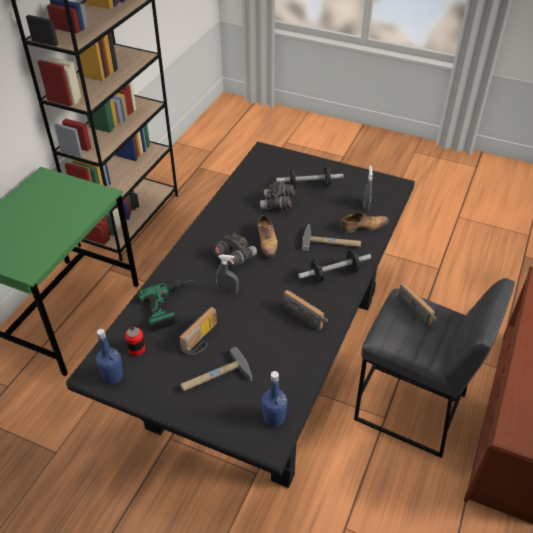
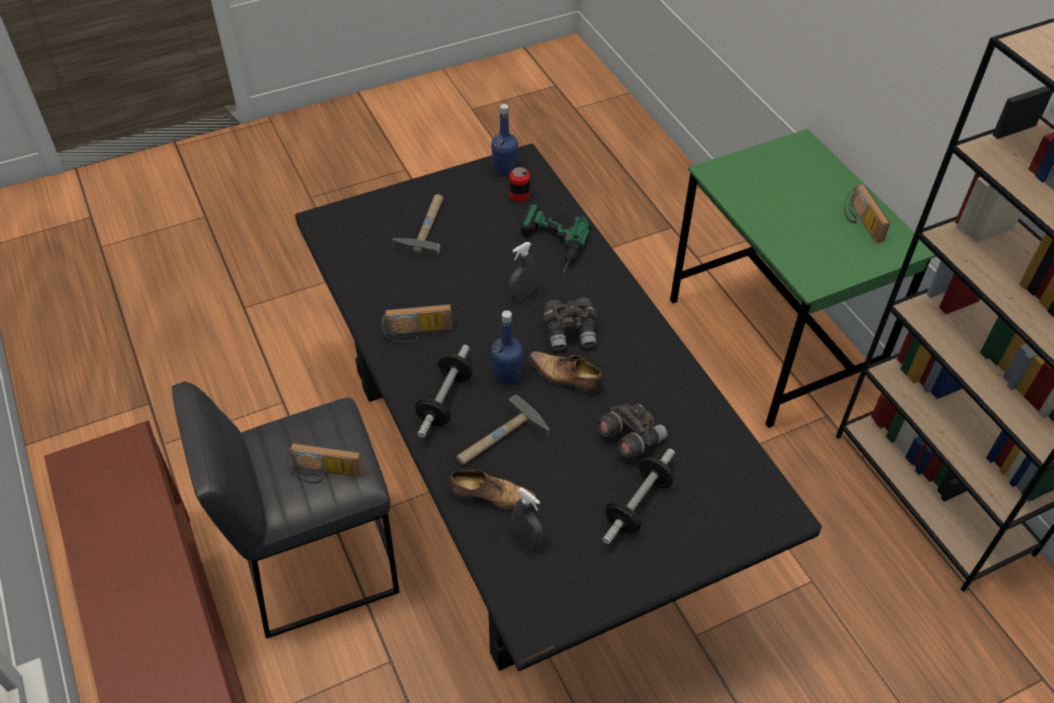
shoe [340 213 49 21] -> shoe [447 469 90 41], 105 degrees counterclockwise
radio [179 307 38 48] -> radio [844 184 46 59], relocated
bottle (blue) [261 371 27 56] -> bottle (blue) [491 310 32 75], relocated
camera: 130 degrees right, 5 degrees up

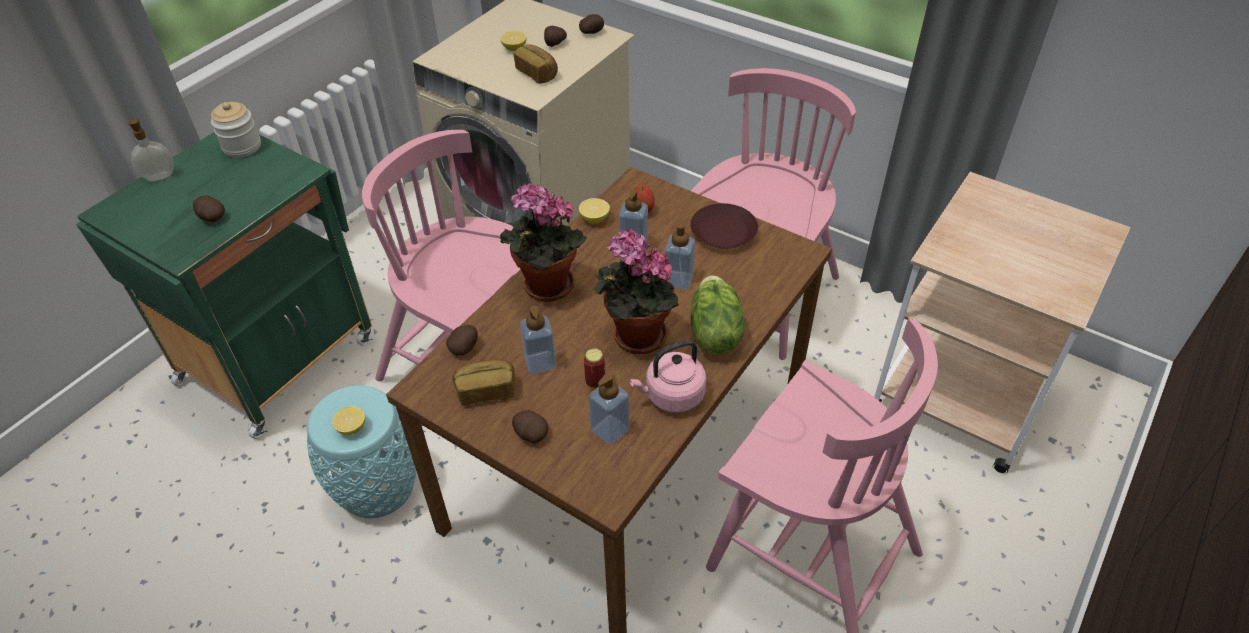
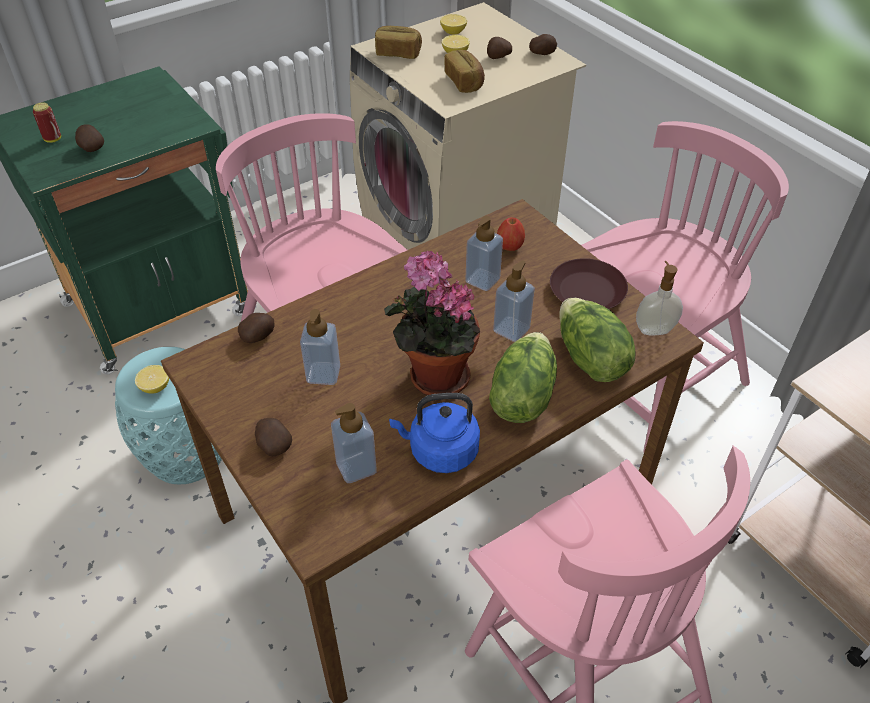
jar [211 102 50 56] -> none
soap dispenser [128 117 46 64] -> soap dispenser [636 261 47 74], relocated
potted plant [500 183 87 119] -> none
lemon [579 198 31 26] -> lemon [440 14 27 21], relocated
kettle (pink) [630 340 76 73] -> kettle (blue) [389 393 91 80]
can [584 349 22 40] -> can [33 102 28 41], relocated
bread [452 359 63 47] -> bread [375 26 47 33], relocated
none -> lettuce [559 298 76 84]
camera: 20 degrees right, 0 degrees up

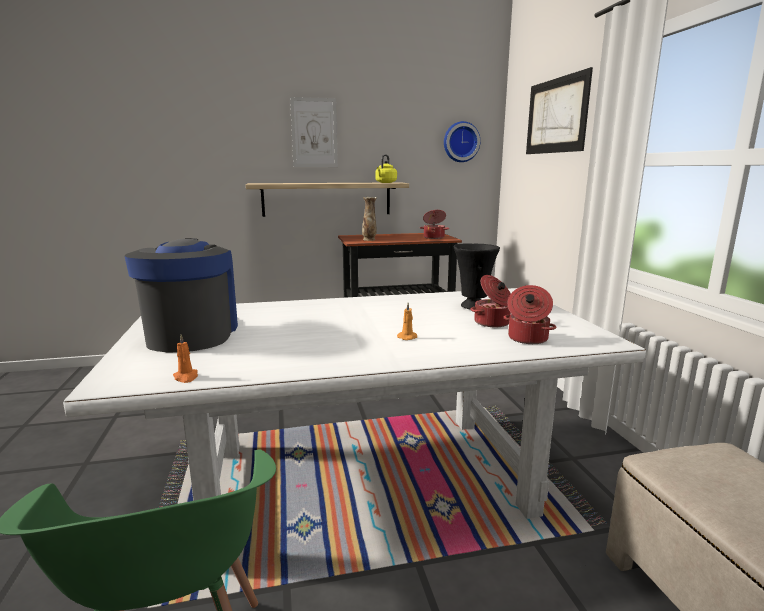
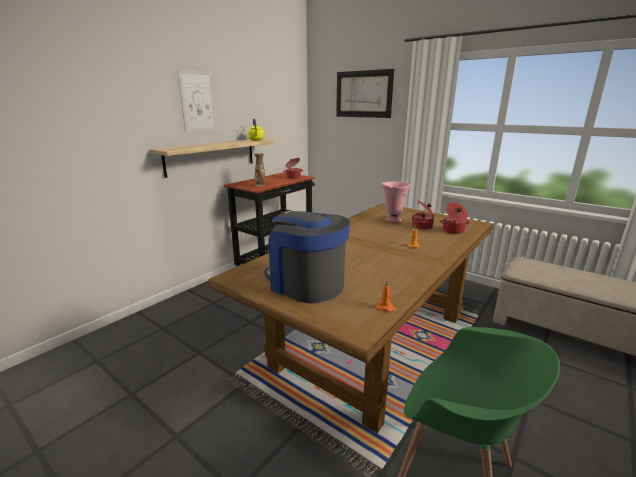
wall clock [444 121 37 41] -> none
vase (black) [453 244 47 66] -> vase (pink) [382 181 28 41]
dining table (white) [63 288 583 231] -> dining table (brown) [208 204 286 229]
camera: 40 degrees left, 5 degrees up

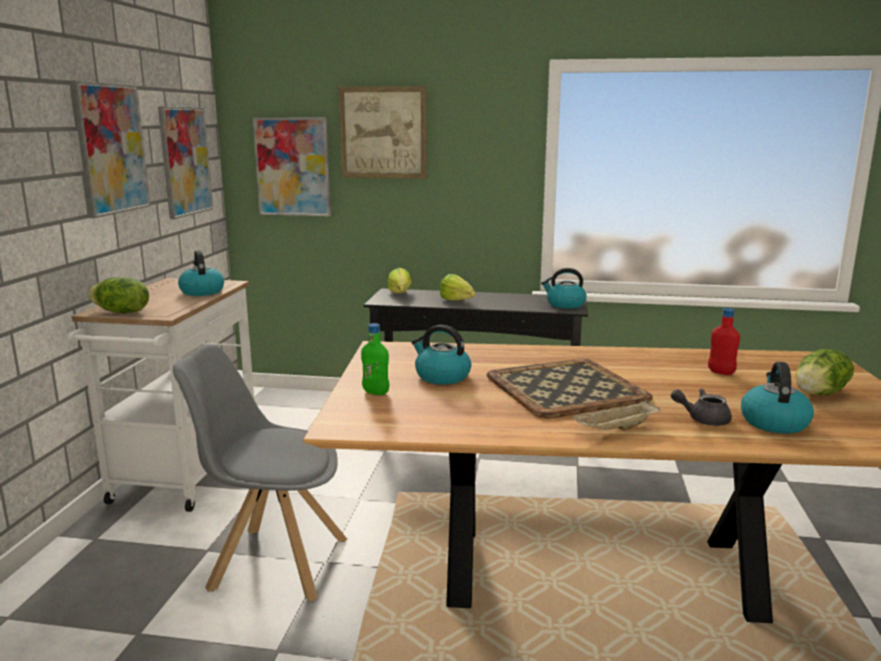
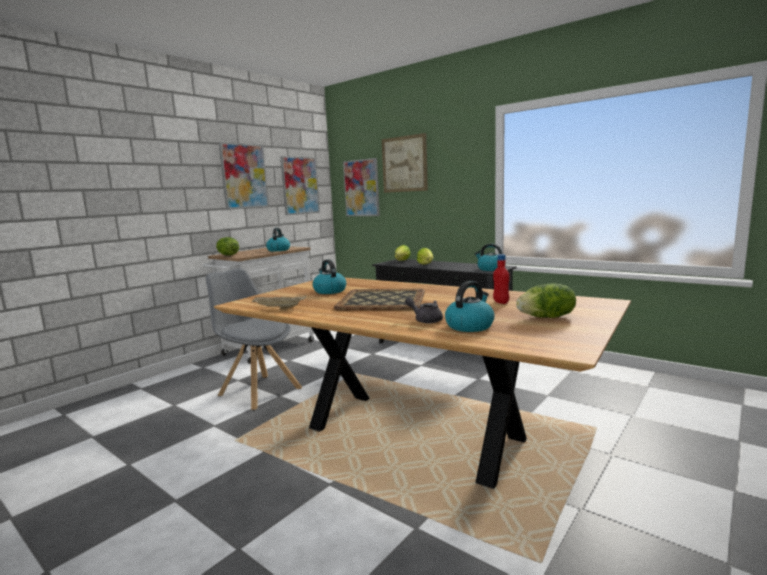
bottle (green) [361 323 28 72] -> none
tray (beige) [572 400 88 31] -> tray (beige) [252 295 54 14], relocated
camera: 30 degrees right, 5 degrees down

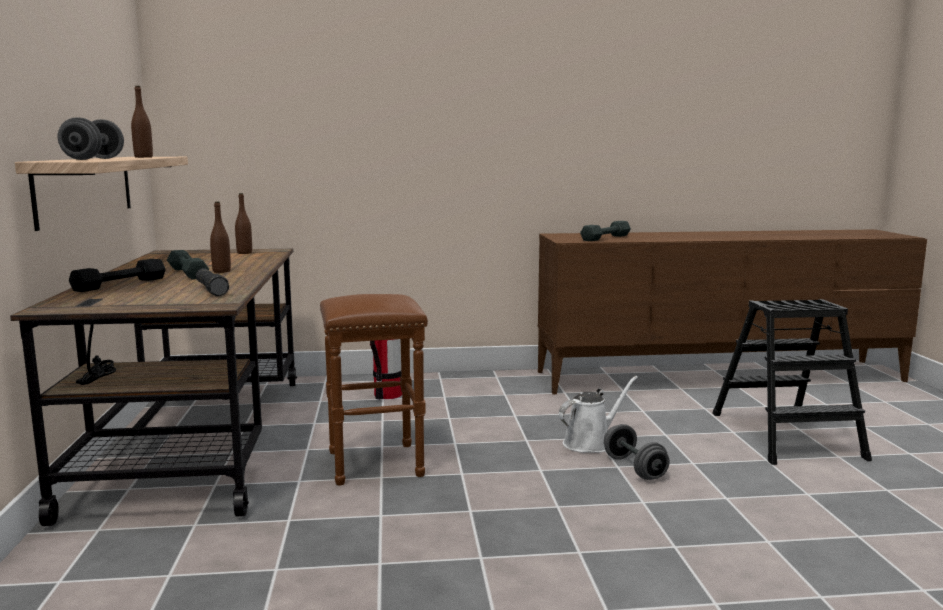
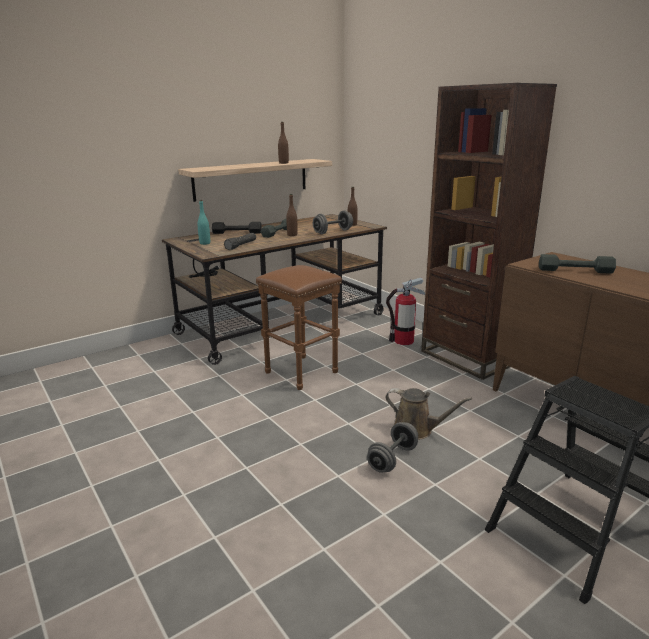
dumbbell (grey) [58 117 66 43] -> dumbbell (grey) [313 211 40 23], relocated
watering can (white) [559 376 79 77] -> watering can (brown) [385 388 87 52]
none -> bookcase (brown) [421 83 136 297]
none -> bottle (turquoise) [198 200 12 45]
camera: 60 degrees right, 10 degrees up

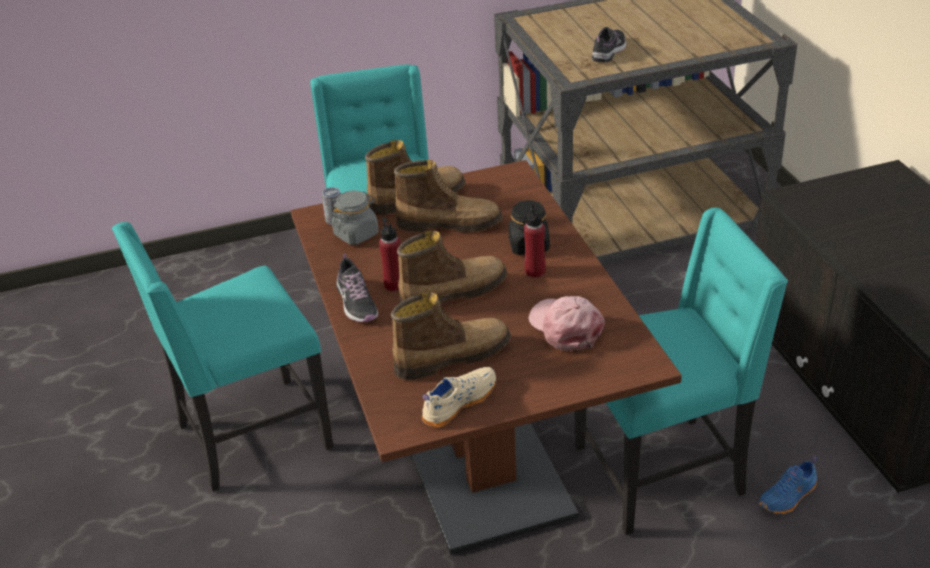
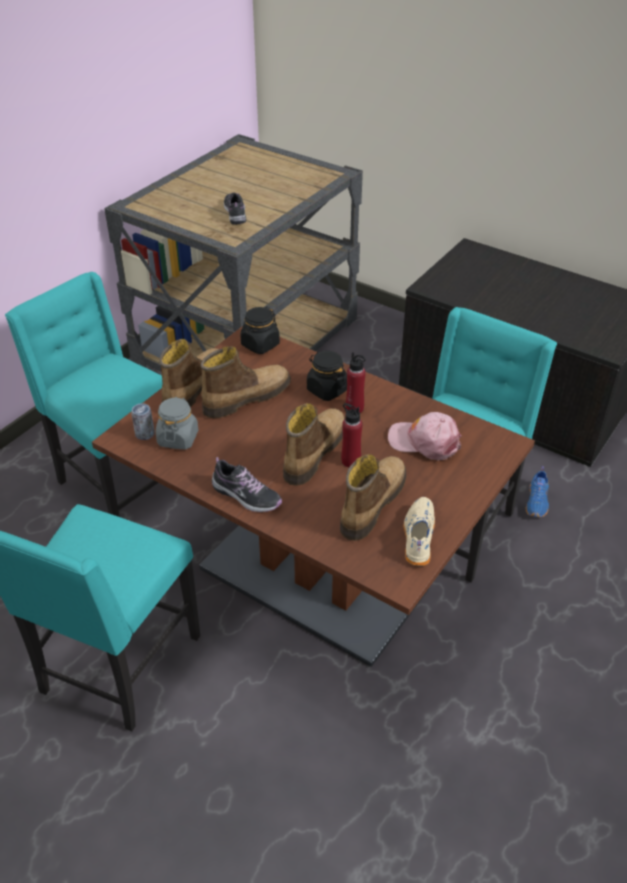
bottle (red) [379 217 22 74] -> bottle (red) [341 403 22 64], relocated
none -> jar (black) [240 307 40 47]
camera: 40 degrees left, 5 degrees up

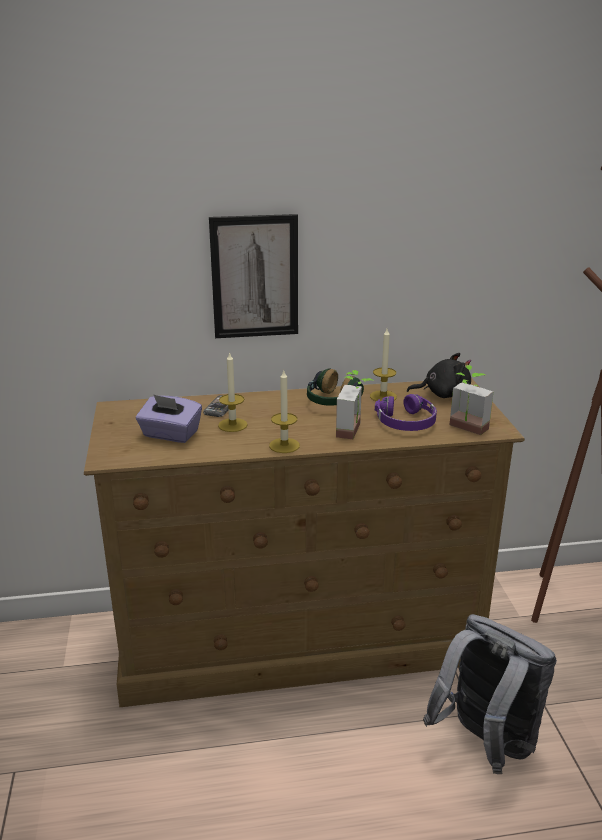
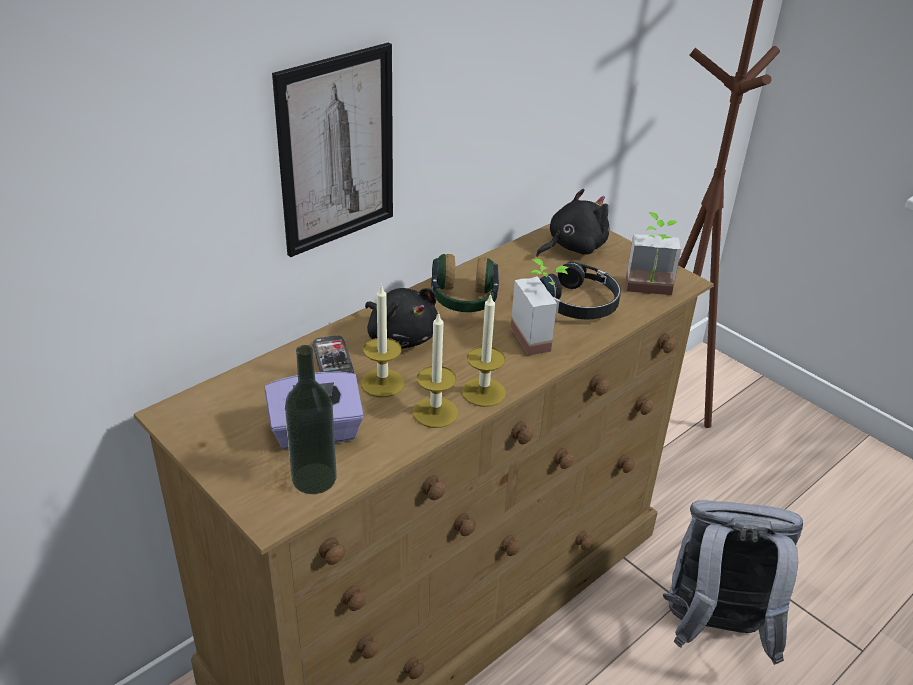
candle [370 329 27 72] -> candle [413 312 45 116], relocated
headphones (purple) [375 394 62 37] -> headphones (black) [540 261 81 58]
none -> plush toy (black) [365 288 73 61]
none -> bottle [285 345 52 149]
camera: 35 degrees left, 10 degrees up

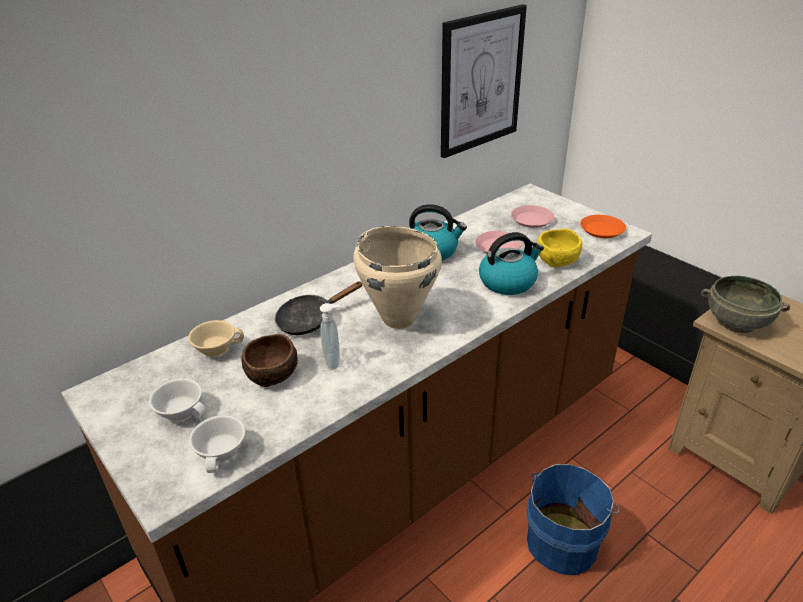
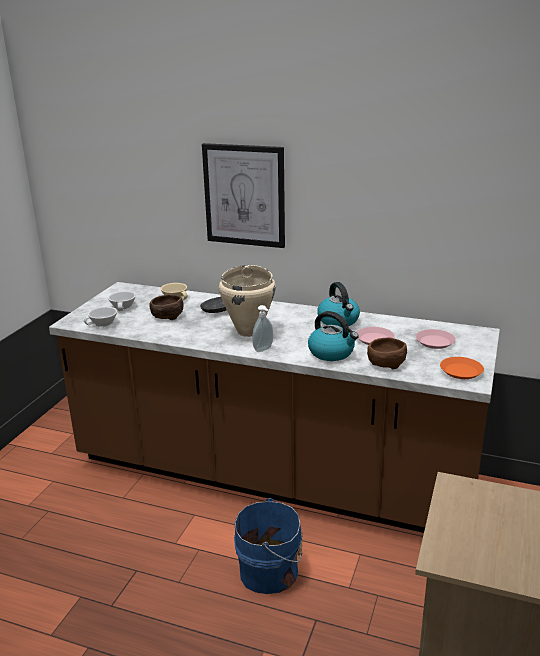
picture [441 4 86 154] -> picture [202 143 83 105], relocated
bowl (yellow) [537 229 45 39] -> bowl (brown) [367 337 40 32]
bowl (grey) [701 276 89 57] -> none
soap dispenser [320 303 20 67] -> soap dispenser [252 305 21 47], relocated
camera: 60 degrees right, 10 degrees down

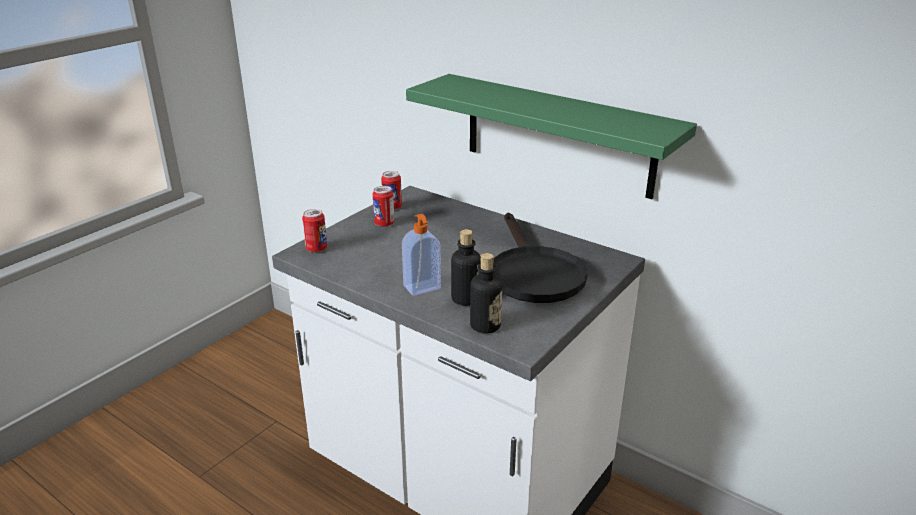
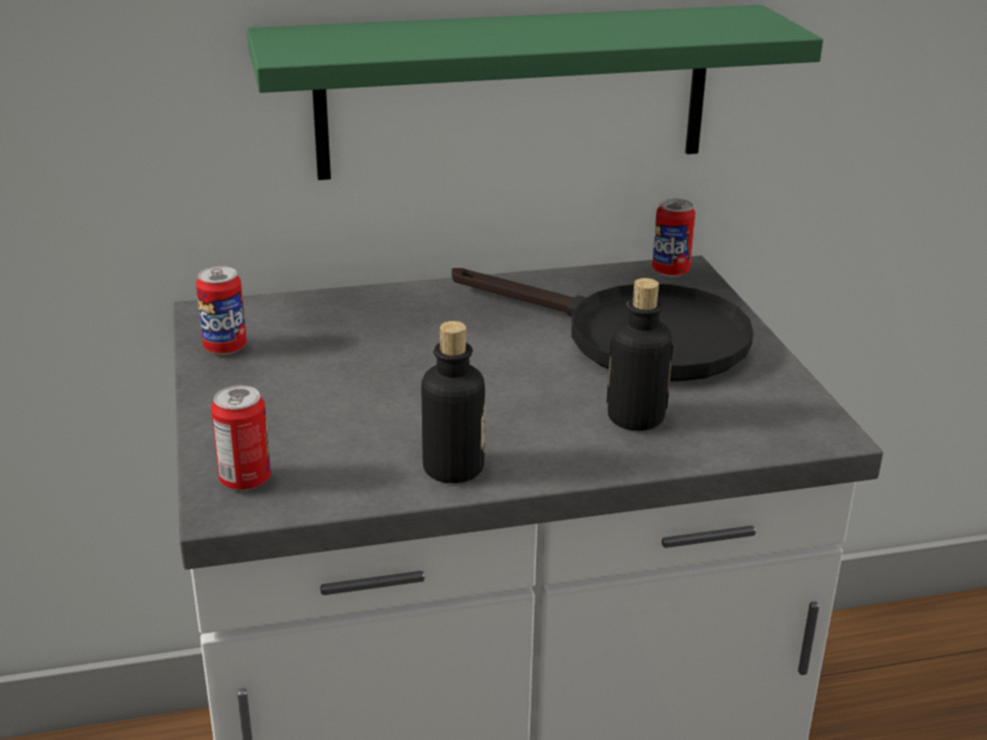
can [373 186 21 41] -> can [652 199 43 78], relocated
soap dispenser [402 214 39 82] -> none
bottle [470 253 32 81] -> bottle [421 321 64 162], relocated
camera: 50 degrees left, 0 degrees up

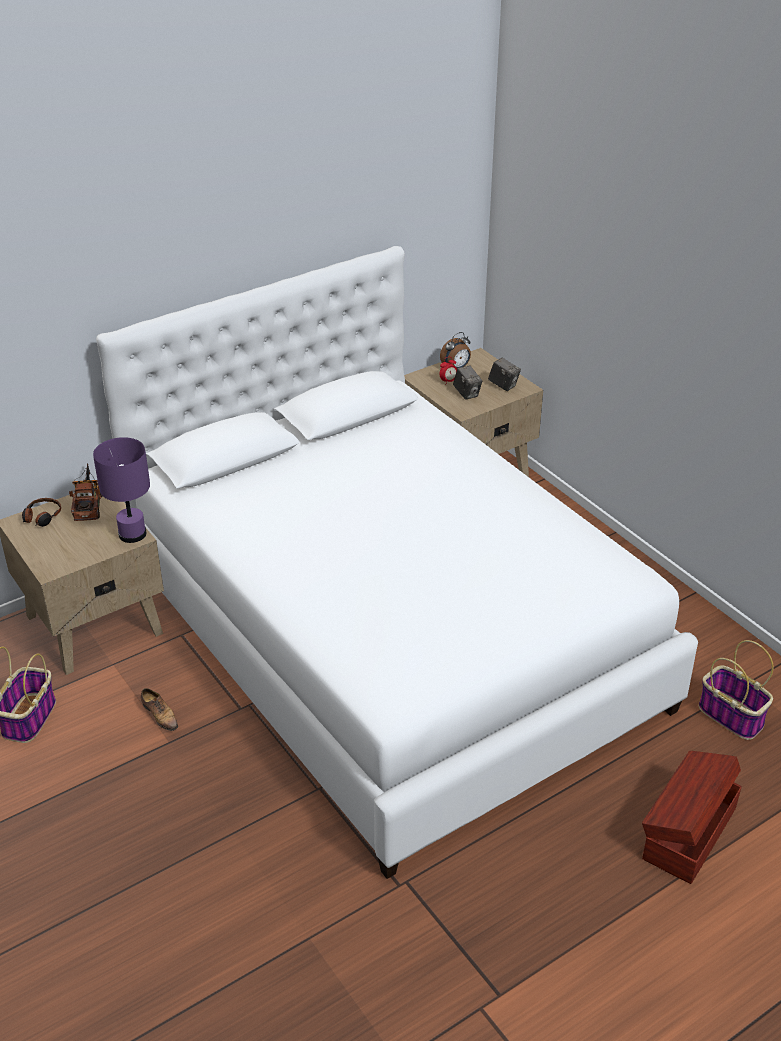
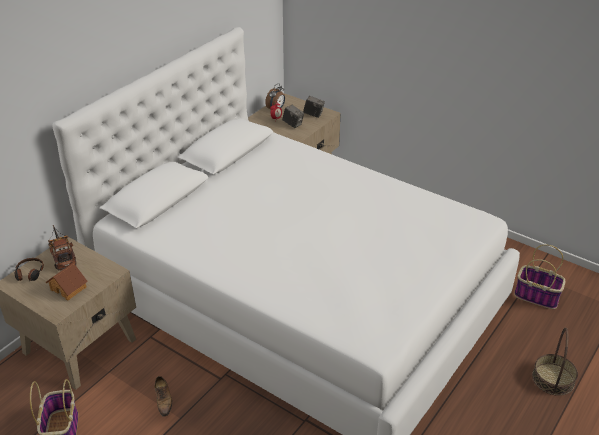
table lamp (purple) [93 437 57 106] -> none
shoe [141 688 37 43] -> shoe [155 376 17 41], 45 degrees clockwise
storage box (brown) [642 751 100 133] -> basket [532 328 46 68]
none -> toy house [46 263 42 38]
camera: 20 degrees left, 0 degrees up

